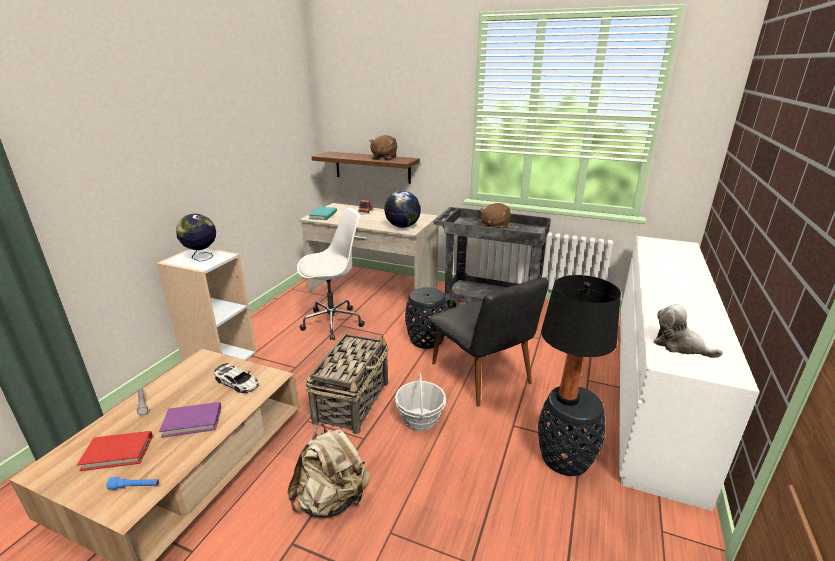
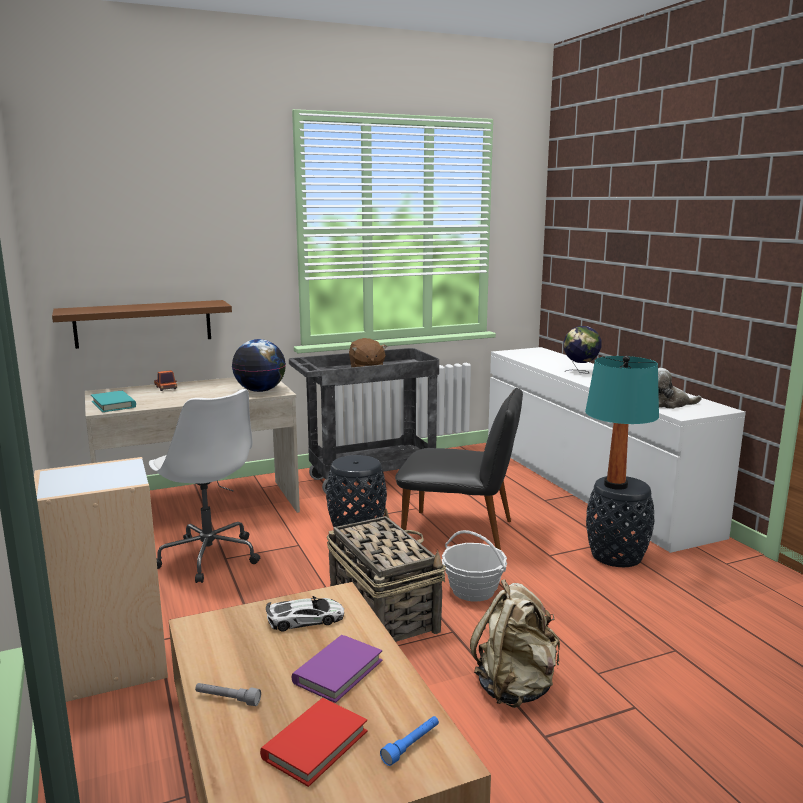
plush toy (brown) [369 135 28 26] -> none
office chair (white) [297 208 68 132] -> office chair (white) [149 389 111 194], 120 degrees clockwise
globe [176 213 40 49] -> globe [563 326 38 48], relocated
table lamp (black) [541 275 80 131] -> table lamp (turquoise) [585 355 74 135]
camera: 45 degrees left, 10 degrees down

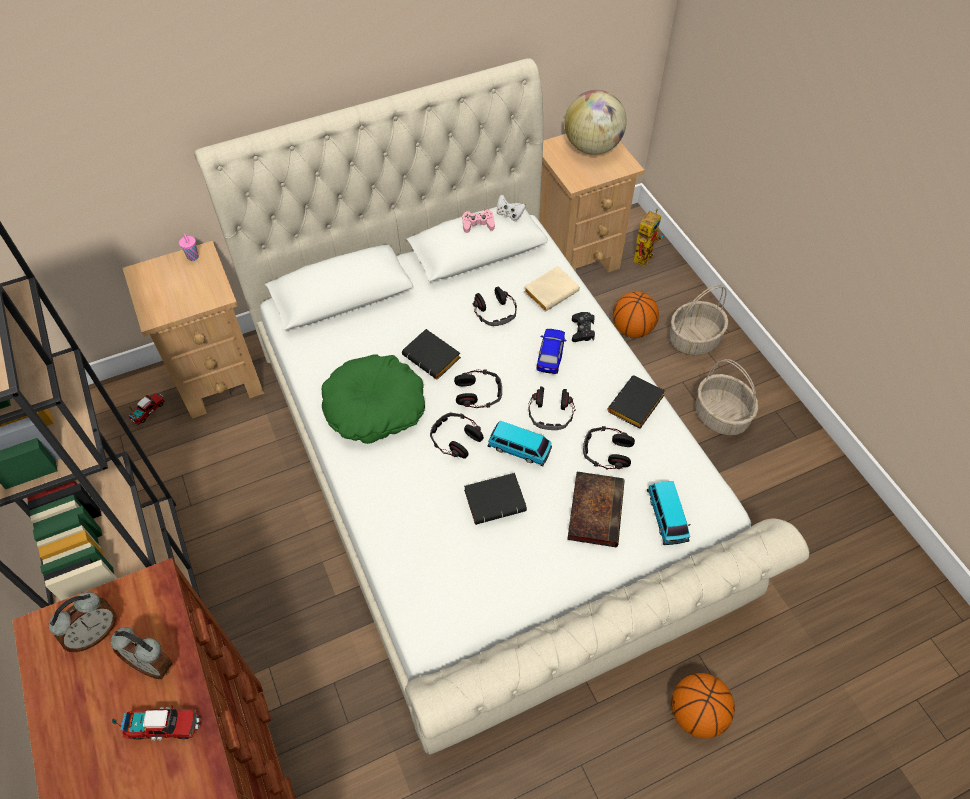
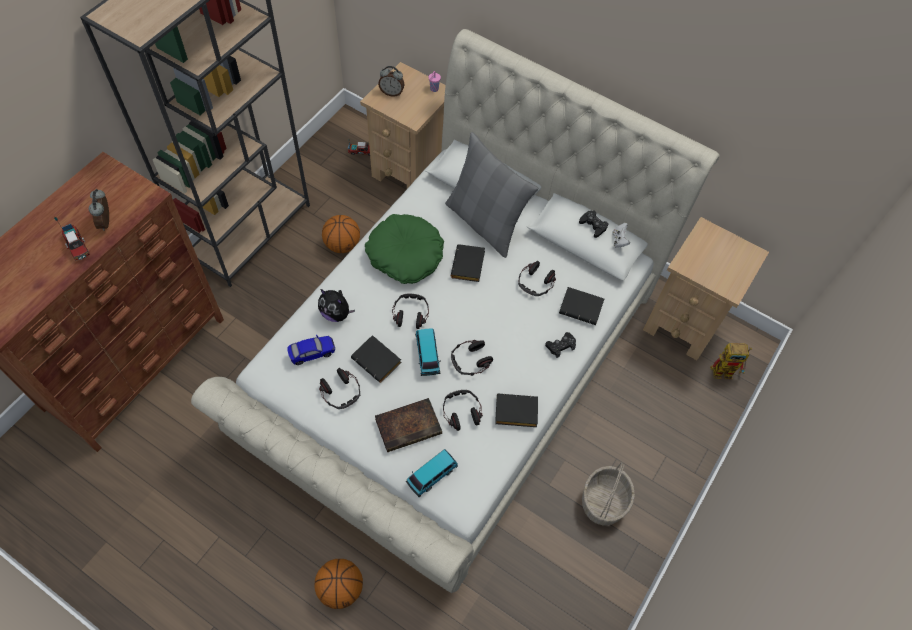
globe [564 90 63 65] -> none
game controller (pink) [462 209 33 24] -> game controller (black) [579 210 29 28]
book (beige) [524 266 56 46] -> book (black) [559 287 45 38]
basket [669 285 59 70] -> none
basketball [612 291 47 47] -> basketball [322 215 38 38], relocated
toy car [536 329 30 45] -> toy car [287 335 48 30], relocated
headphones [454 369 48 39] -> headphones [319 368 41 41], relocated
alarm clock [49 592 68 60] -> alarm clock [378 66 27 31], relocated
none -> pillow (grey) [445 132 93 126]
none -> plush toy [318 289 37 33]
camera: 55 degrees right, 5 degrees up

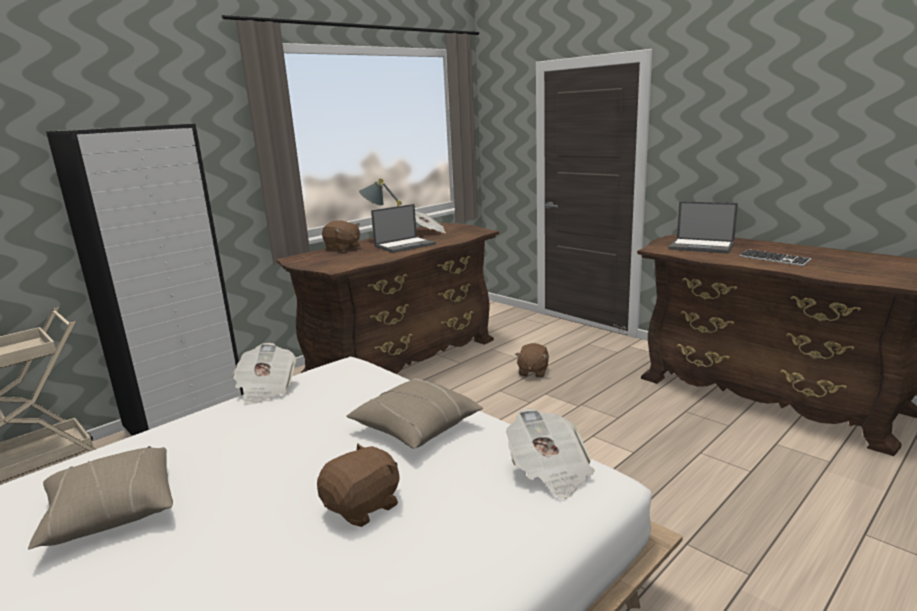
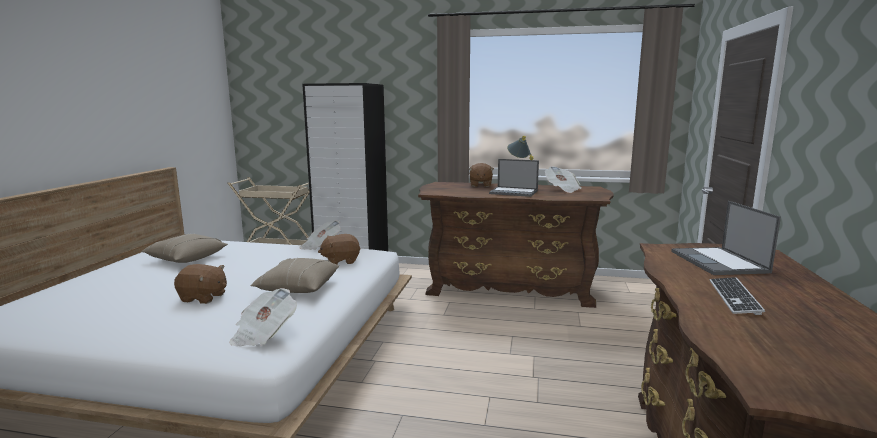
plush toy (brown) [515 343 34 35] -> plush toy (brown) [318 234 43 31], relocated
camera: 55 degrees right, 5 degrees down

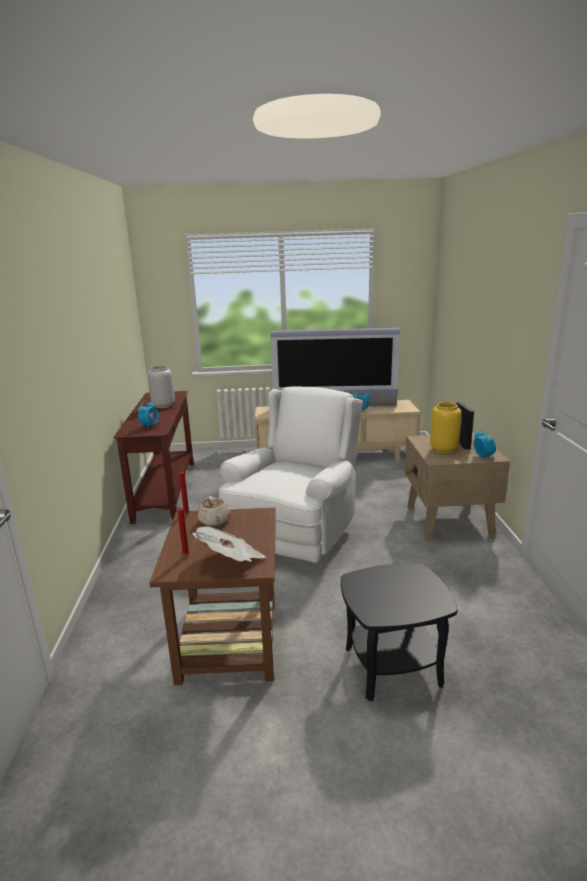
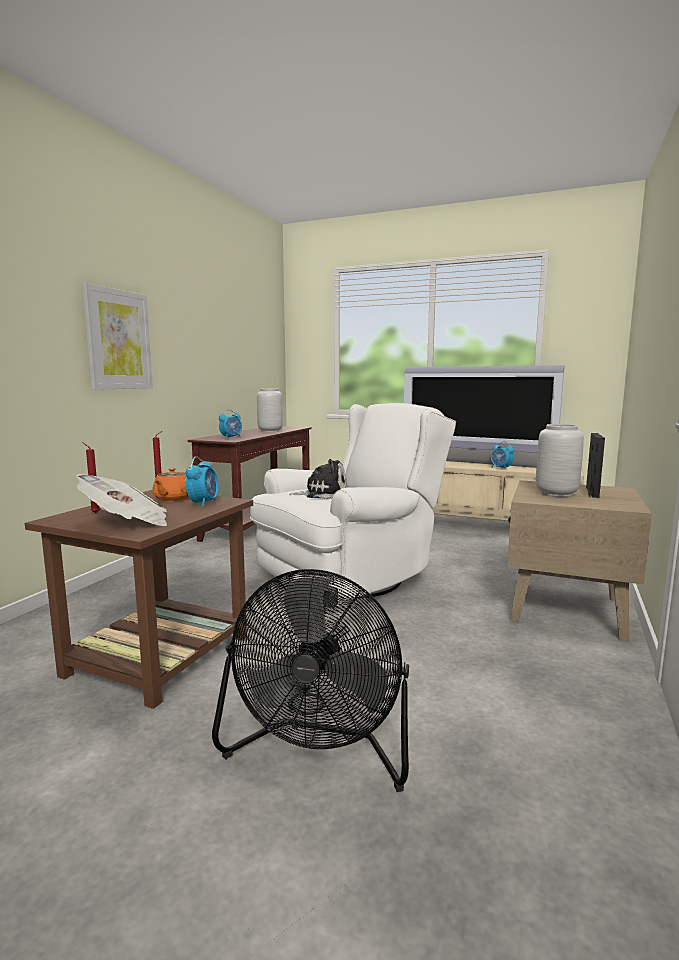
vase (yellow) [430 402 32 51] -> vase (grey) [536 424 48 73]
alarm clock [474 430 22 30] -> alarm clock [185 456 34 51], relocated
teapot (beige) [198 496 32 30] -> teapot (orange) [152 468 37 33]
side table (black) [341 563 116 138] -> fan (black) [212 569 197 223]
none -> picture [82 283 71 107]
none -> plush toy [289 459 58 40]
camera: 25 degrees right, 10 degrees down

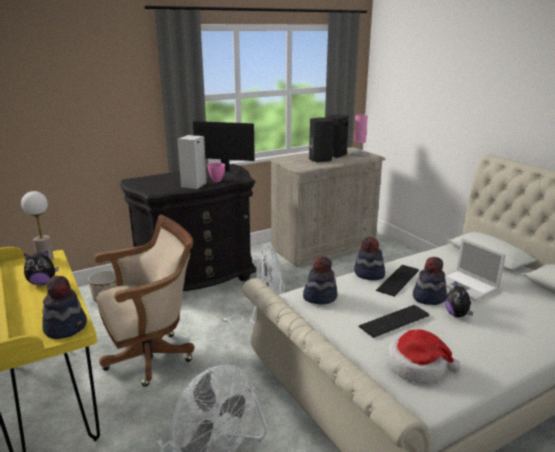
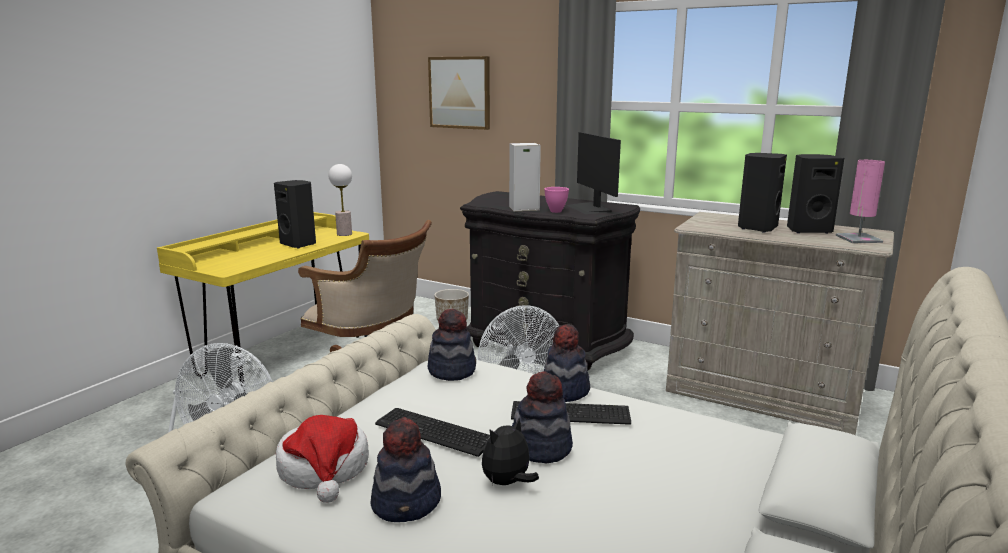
laptop [445 238 61 63] -> none
plush toy [24 251 35 34] -> speaker (black) [274 180 42 68]
hat [42 275 45 64] -> hat [371 417 70 105], relocated
none -> picture [428 56 62 74]
camera: 60 degrees right, 5 degrees down

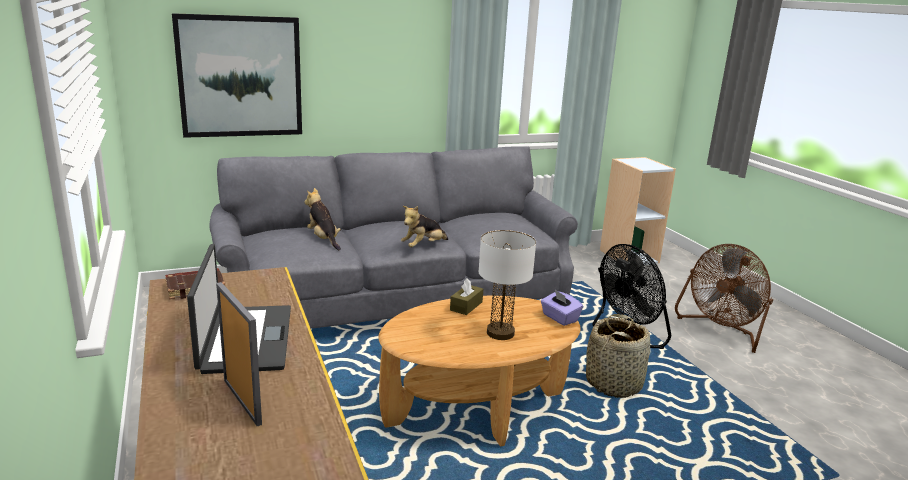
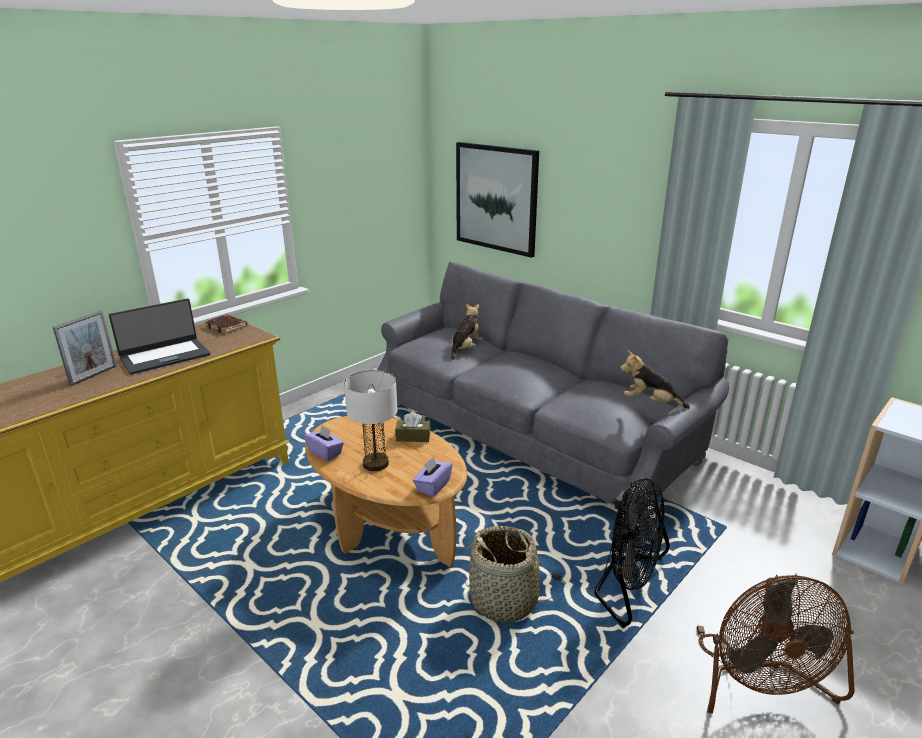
plush toy [401 206 47 41] -> plush toy [620 351 70 58], relocated
fan (brown) [675 244 98 109] -> fan (brown) [697 574 158 140], 120 degrees counterclockwise
none -> tissue box (purple) [304 425 40 36]
camera: 65 degrees right, 5 degrees up

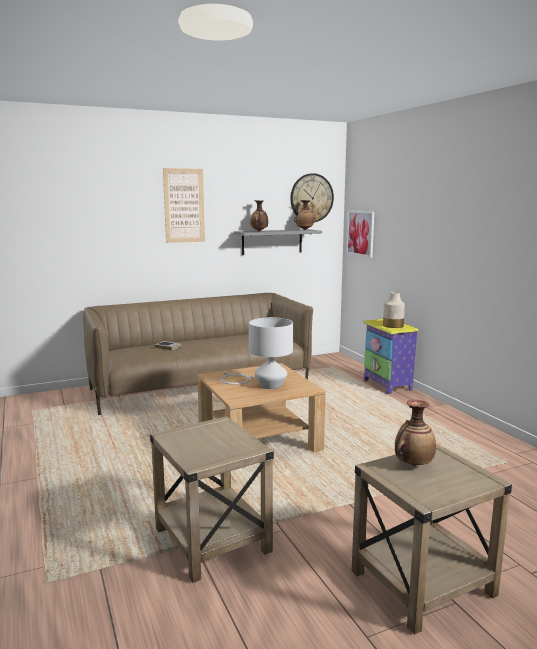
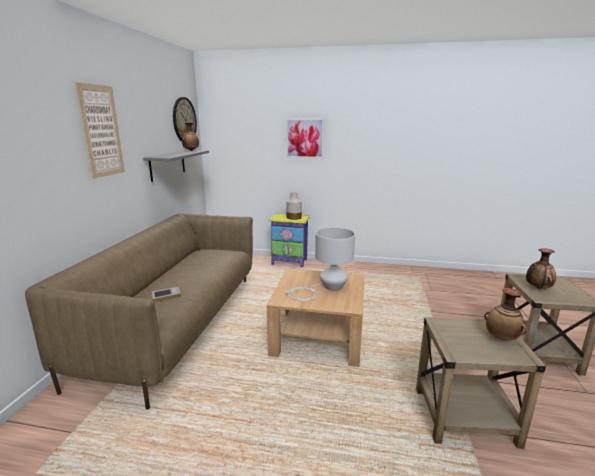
vase [250 200 18 31] -> vase [484 288 43 52], relocated
picture [346 211 28 47] -> picture [286 119 39 40], relocated
camera: 55 degrees left, 5 degrees up

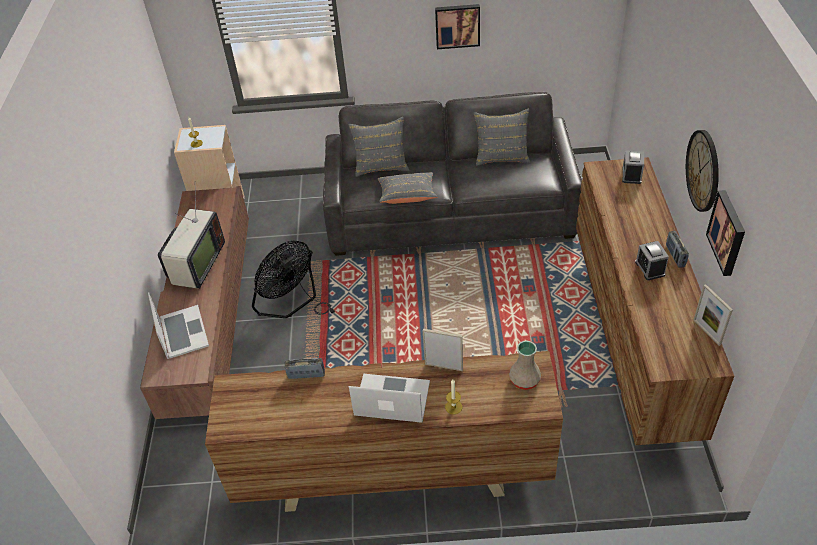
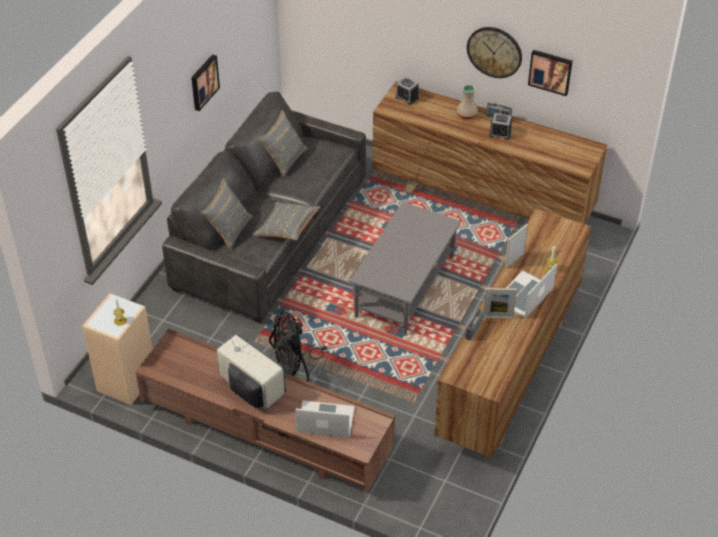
picture frame [693 284 40 62] -> picture frame [483 288 34 31], relocated
vase (beige) [509 340 32 50] -> vase (beige) [457 85 21 35], relocated
none -> coffee table (grey) [349 202 112 133]
camera: 65 degrees left, 0 degrees up

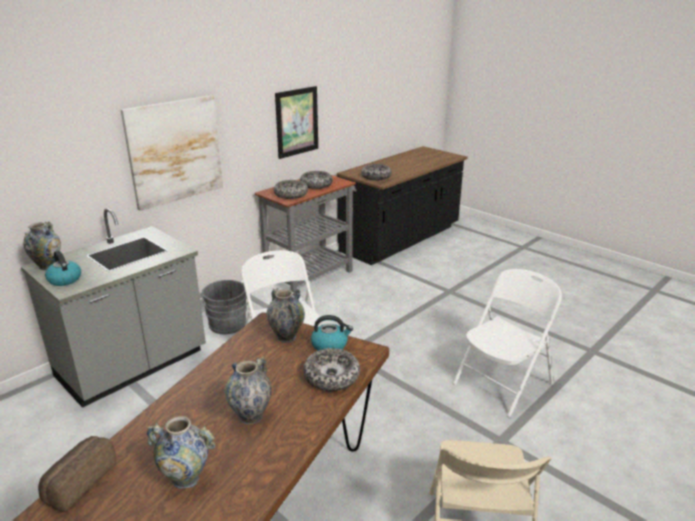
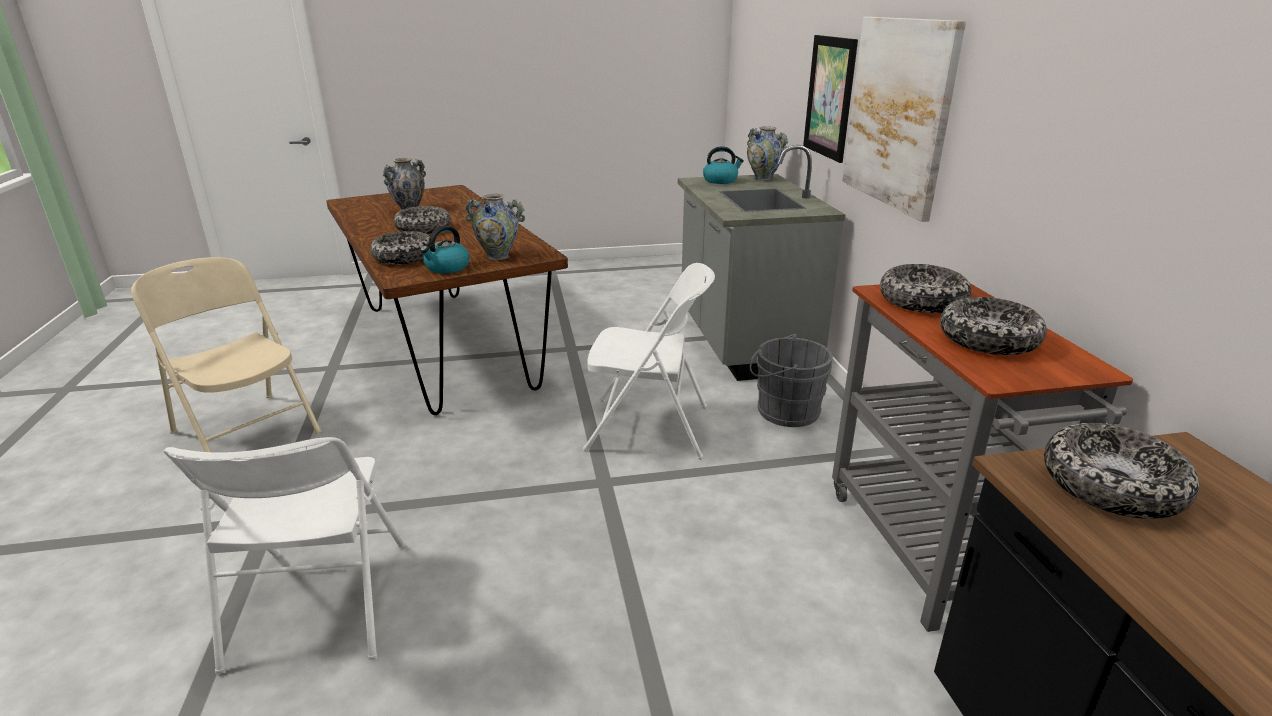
picture [275 86 43 73] -> picture [803 35 55 128], relocated
vase [225 357 47 68] -> bowl [394 206 57 28]
bread [38 436 78 76] -> none
camera: 125 degrees right, 0 degrees up

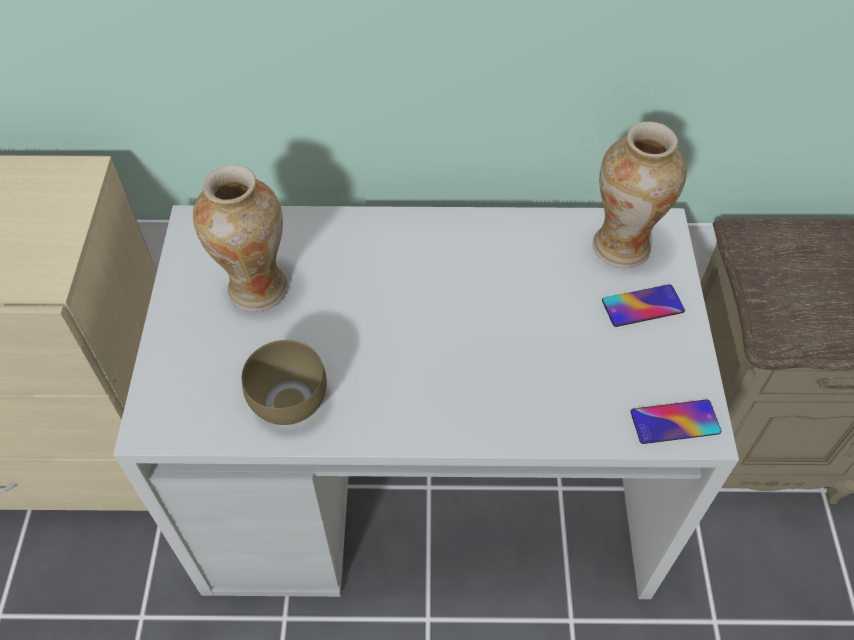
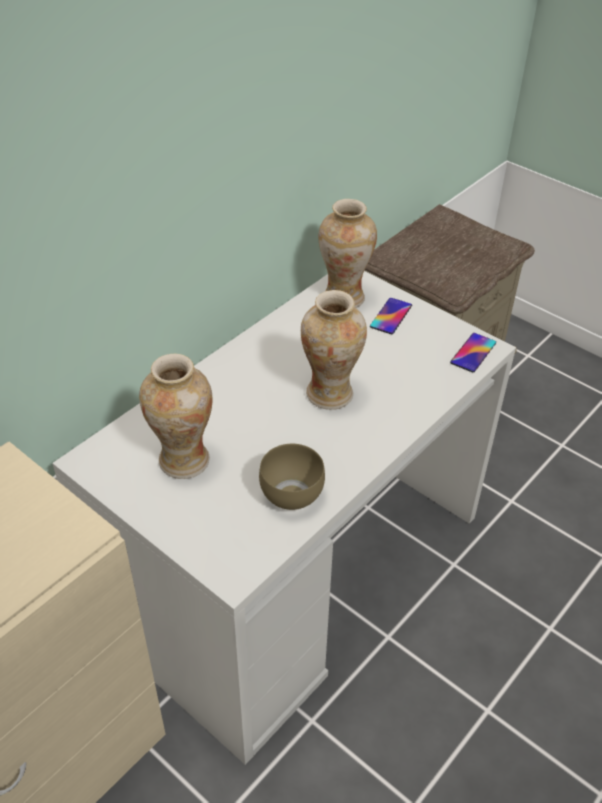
none -> vase [301 290 66 120]
camera: 50 degrees left, 10 degrees down

